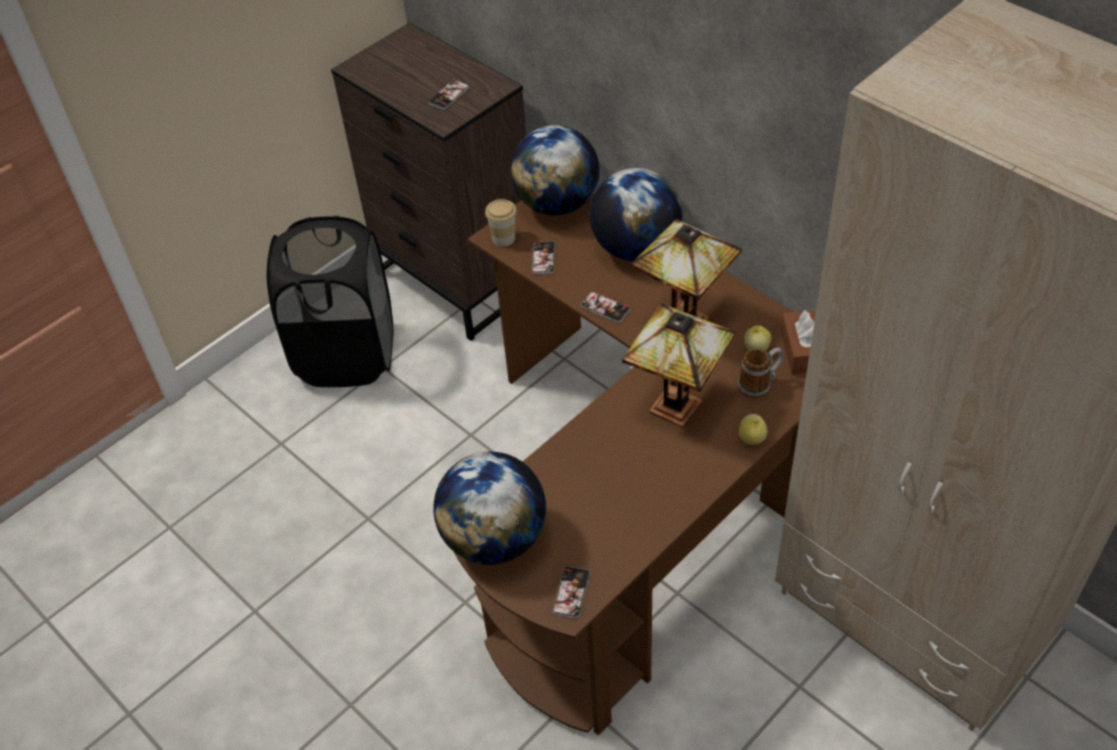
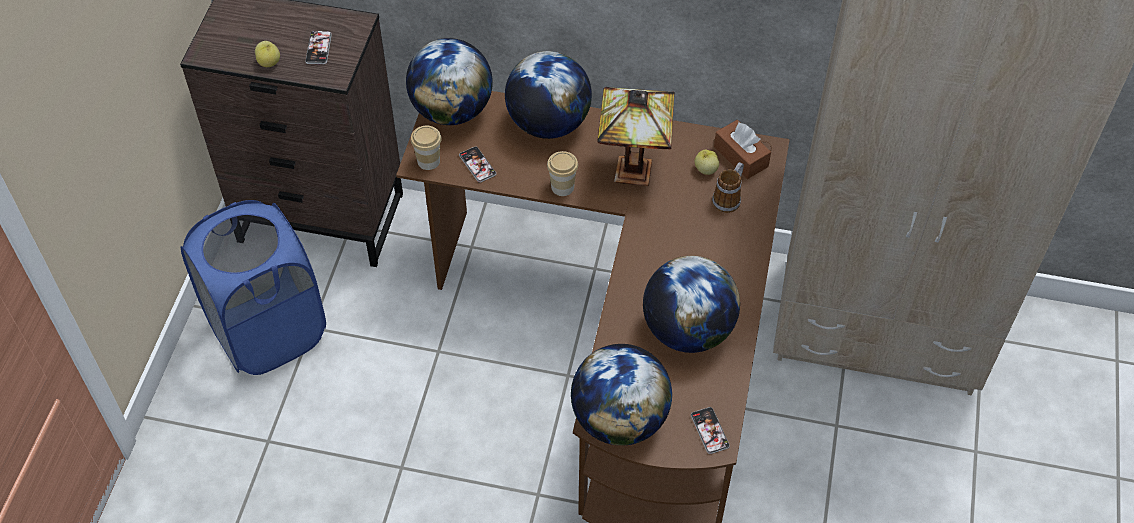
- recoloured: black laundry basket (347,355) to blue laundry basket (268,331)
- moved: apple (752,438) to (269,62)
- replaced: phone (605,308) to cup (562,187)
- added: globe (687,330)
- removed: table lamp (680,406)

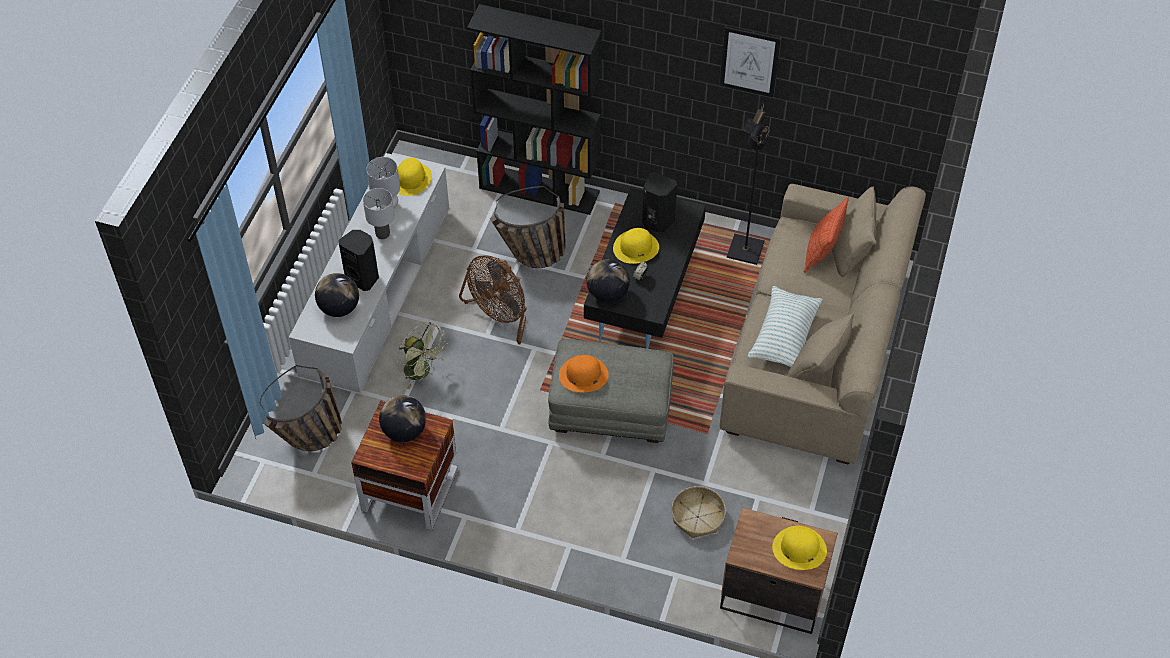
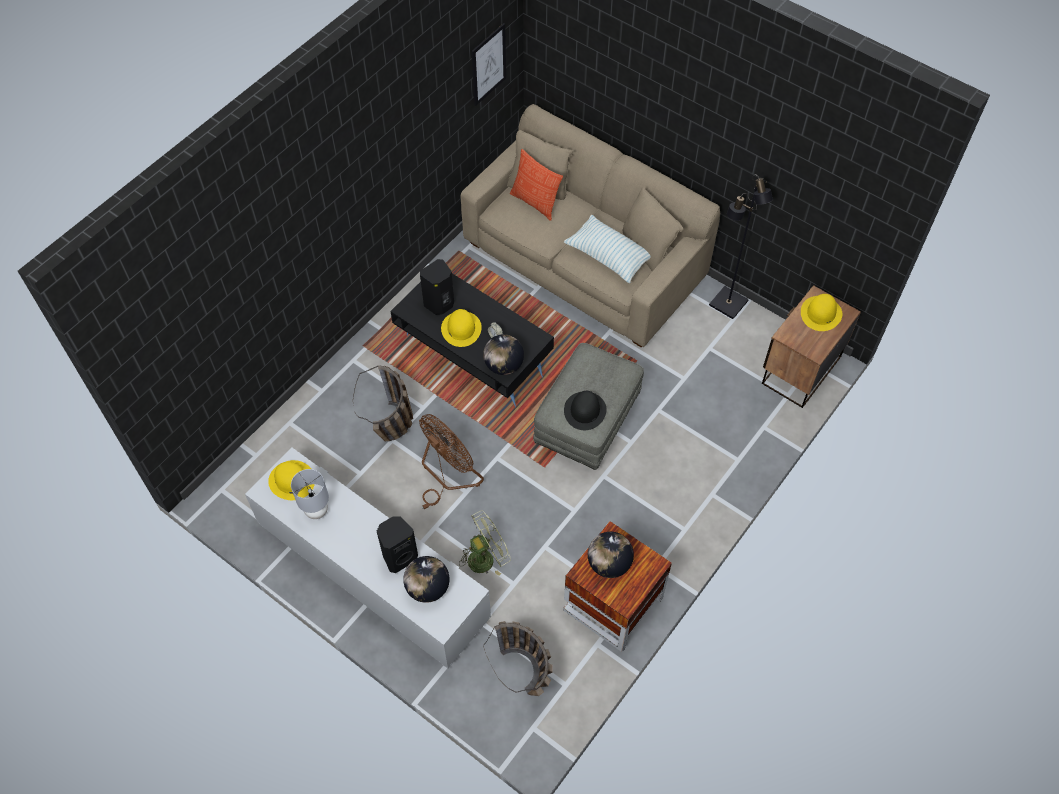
- turned: brown fan (501,312) = (444,472) 105 degrees counterclockwise
- moved: picture (749,61) to (488,64)
- recoloured: orange hat (583,375) to black hat (585,410)
- moved: black floor lamp (745,250) to (728,303)
- removed: white table lamp (383,234)
- removed: black bookcase (540,189)
- removed: basket (697,516)

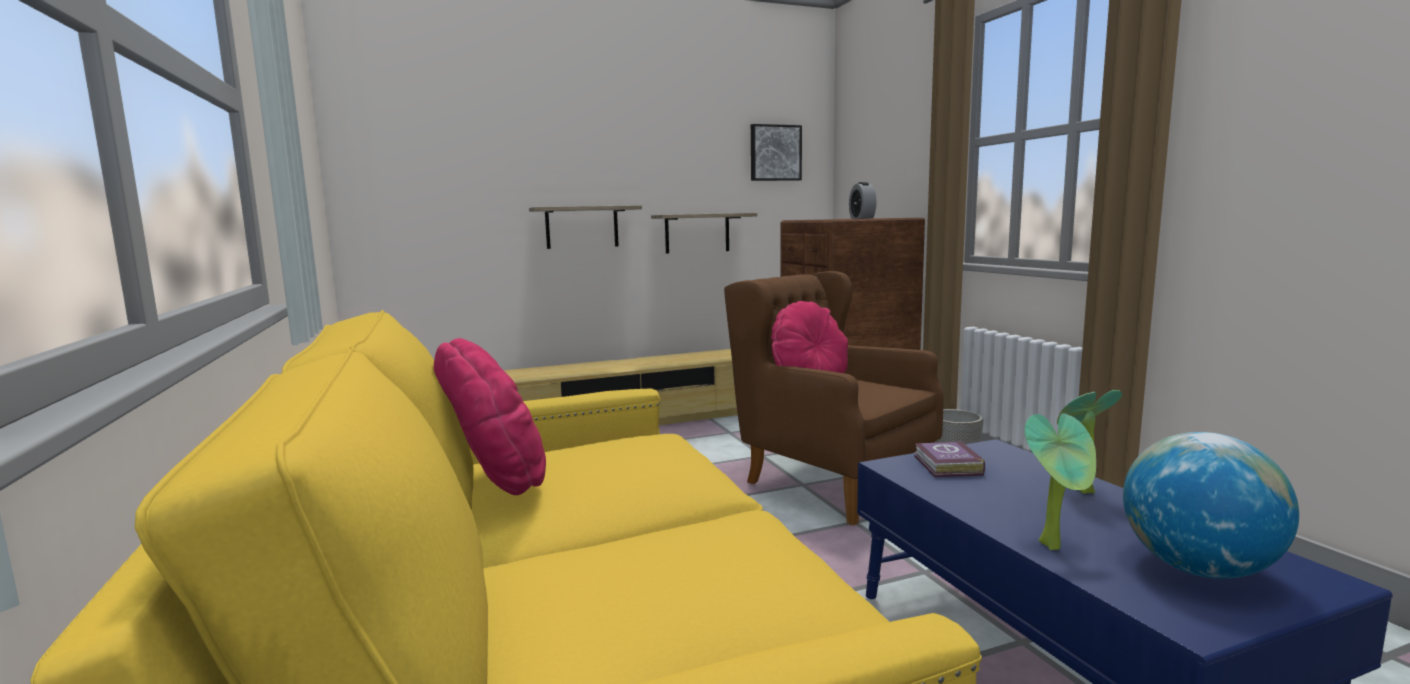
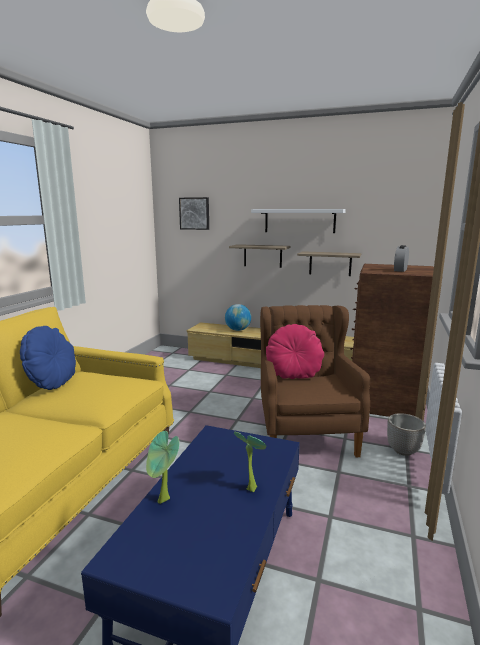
- recoloured: pink pillow (494,488) to blue pillow (52,384)
- moved: picture (775,153) to (194,213)
- moved: globe (1197,569) to (238,330)
- added: white shelf (299,221)
- removed: book (947,466)

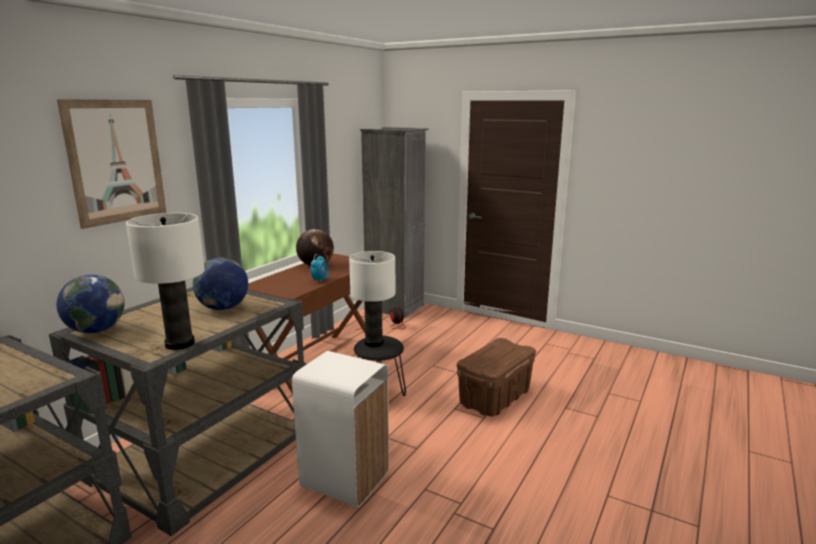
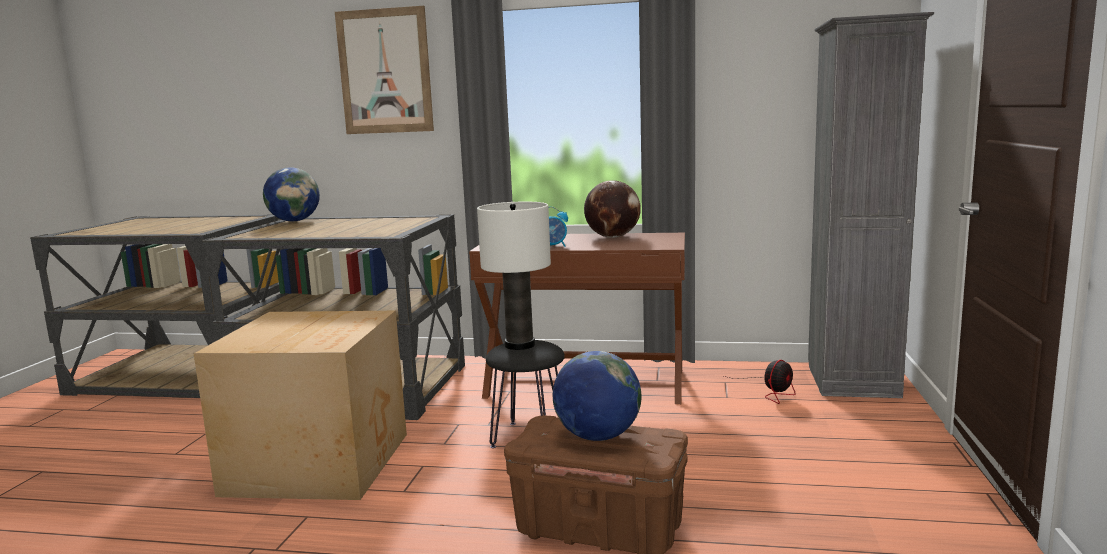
- replaced: white trash can (345,479) to cardboard box (321,462)
- moved: globe (223,308) to (597,436)
- removed: white table lamp (179,344)

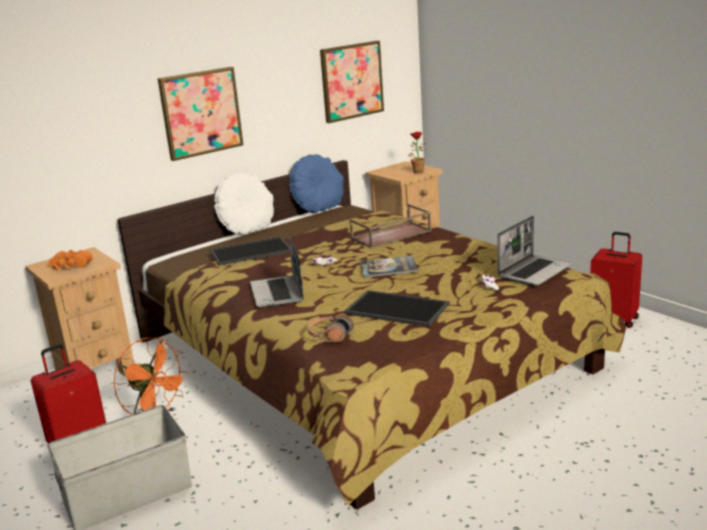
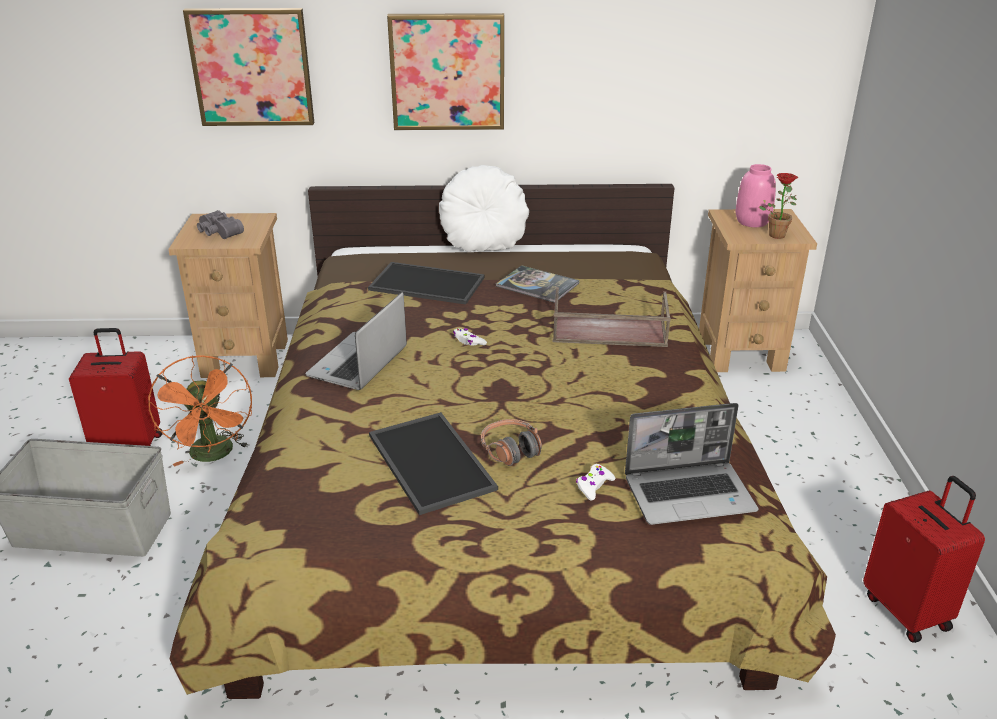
- moved: picture (351,81) to (251,67)
- recoloured: orange binoculars (70,266) to grey binoculars (218,232)
- moved: headphones (330,335) to (511,450)
- moved: book (388,268) to (537,285)
- added: pink vase (752,222)
- removed: blue pillow (319,209)

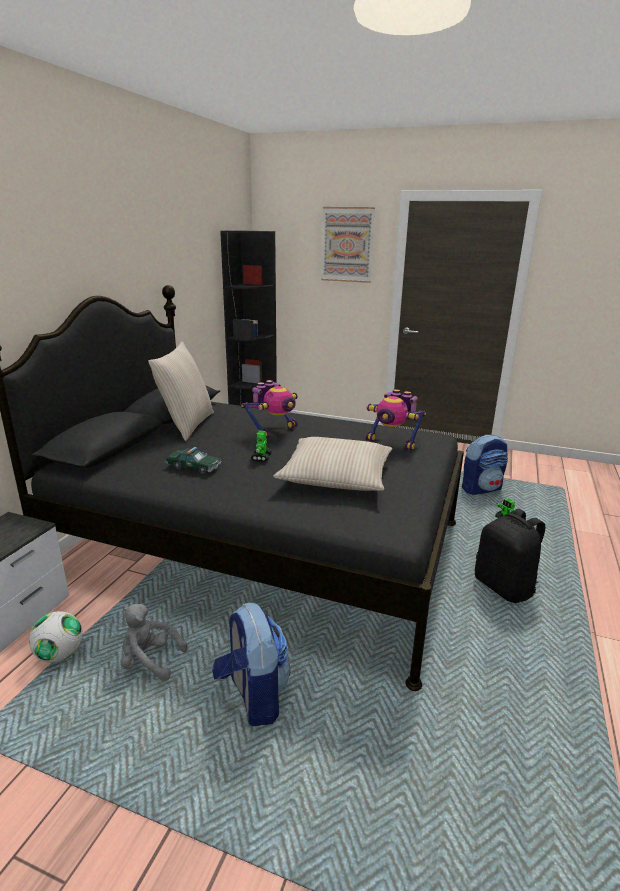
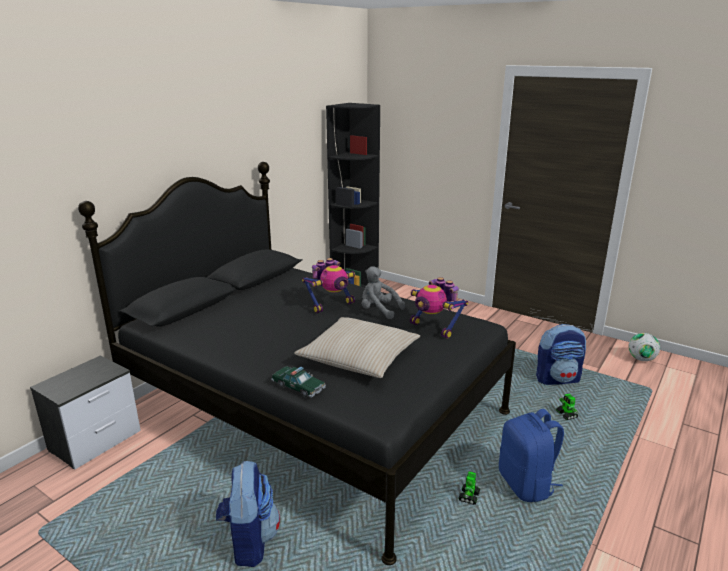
- moved: toy car (194,467) to (298,387)
- moved: grey plush toy (150,661) to (378,311)
- moved: toy robot (261,458) to (469,497)
- recoloured: black backpack (504,587) to blue backpack (526,484)
- moved: football (60,655) to (641,359)
- removed: beige pillow (186,425)
- removed: picture (347,245)

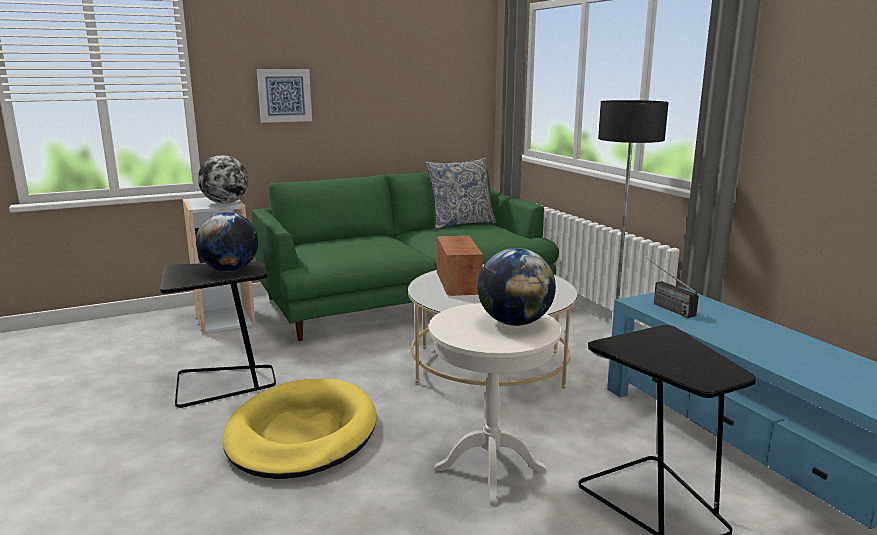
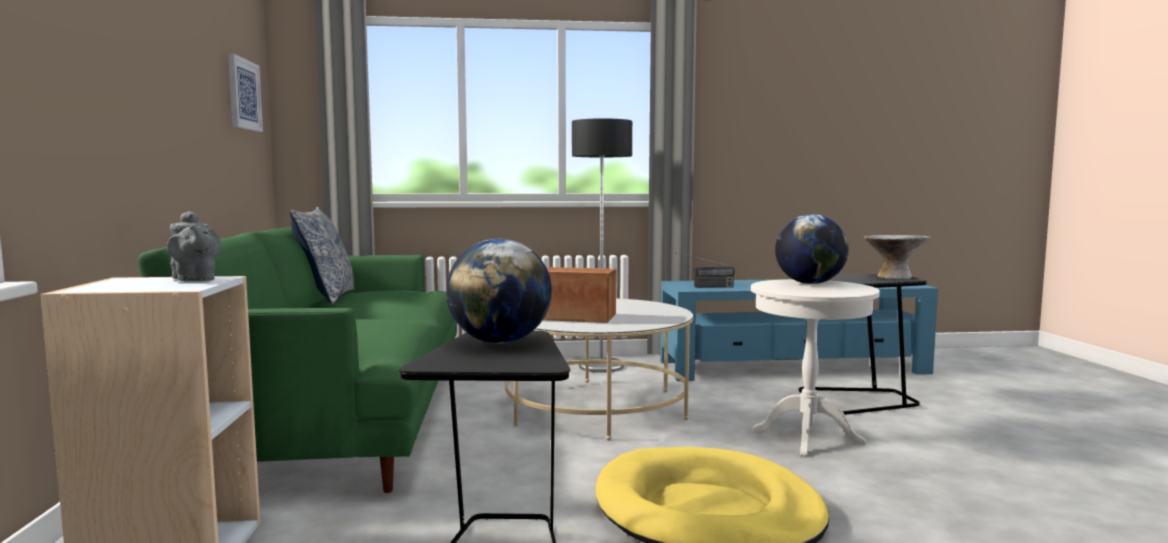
- replaced: globe (225,203) to grey teapot (194,280)
- moved: picture (284,95) to (243,94)
- added: grey bowl (894,277)

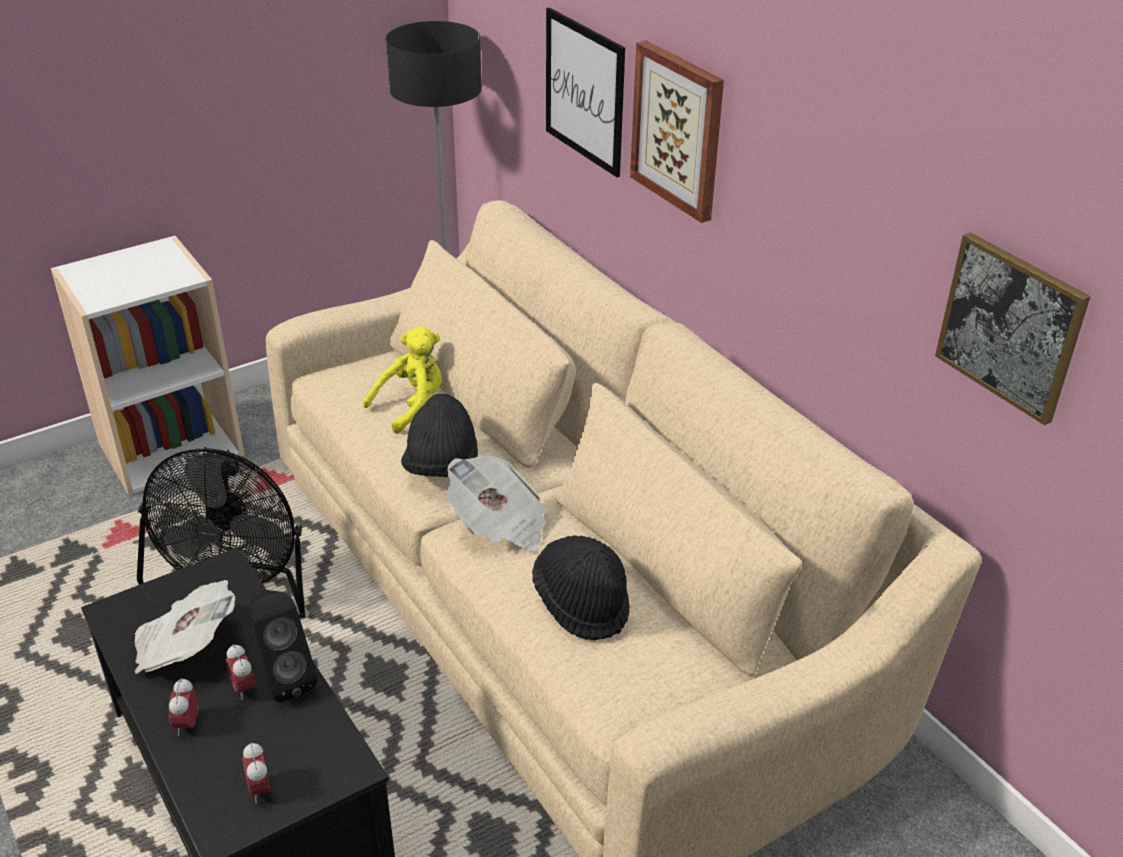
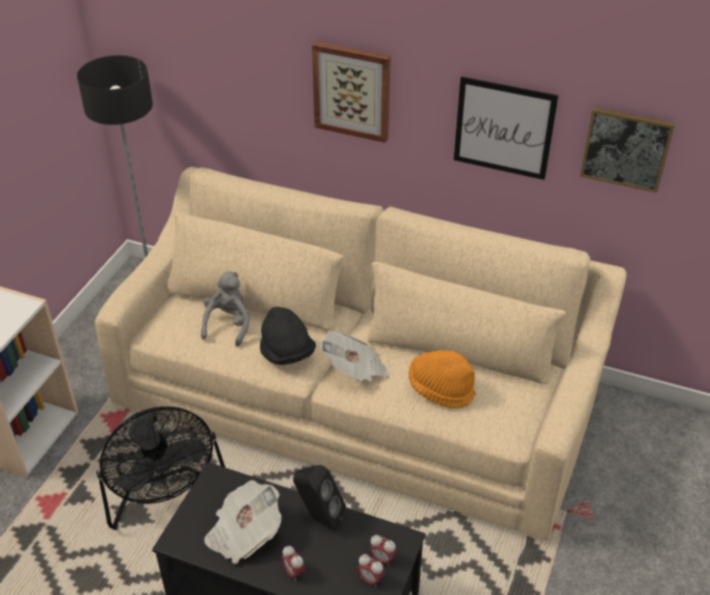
- recoloured: yellow plush toy (411,406) to grey plush toy (228,325)
- moved: alarm clock (244,688) to (382,559)
- recoloured: black hat (582,603) to orange hat (440,389)
- moved: picture (584,91) to (504,128)

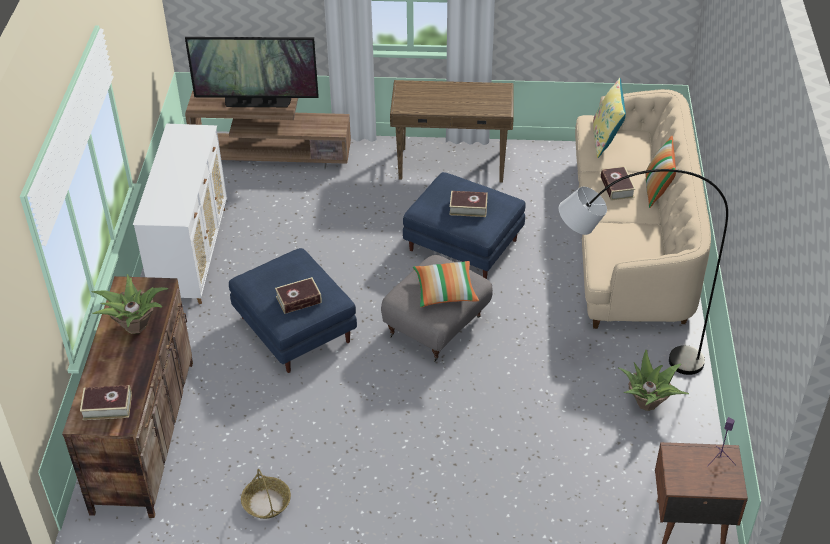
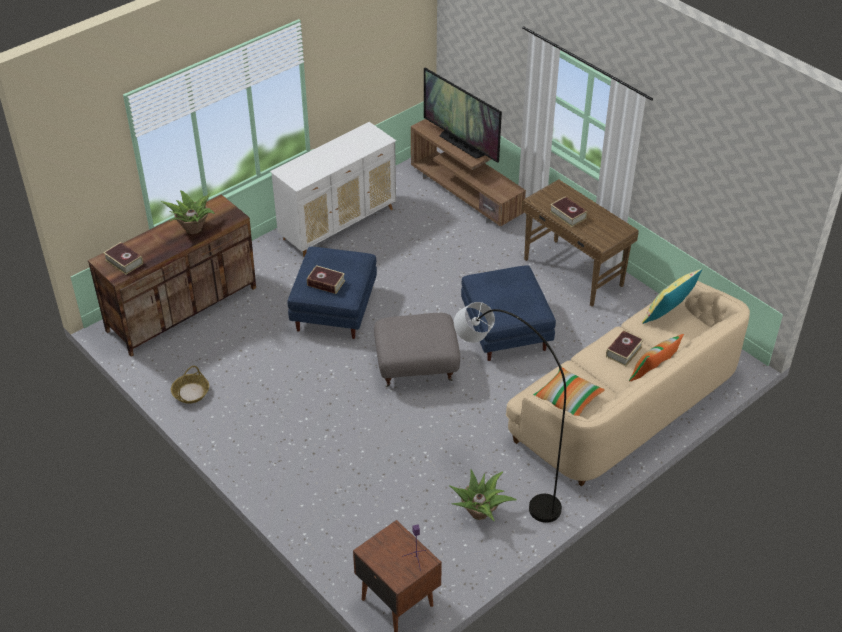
- moved: pillow (445,291) to (567,399)
- moved: book (468,208) to (568,215)

